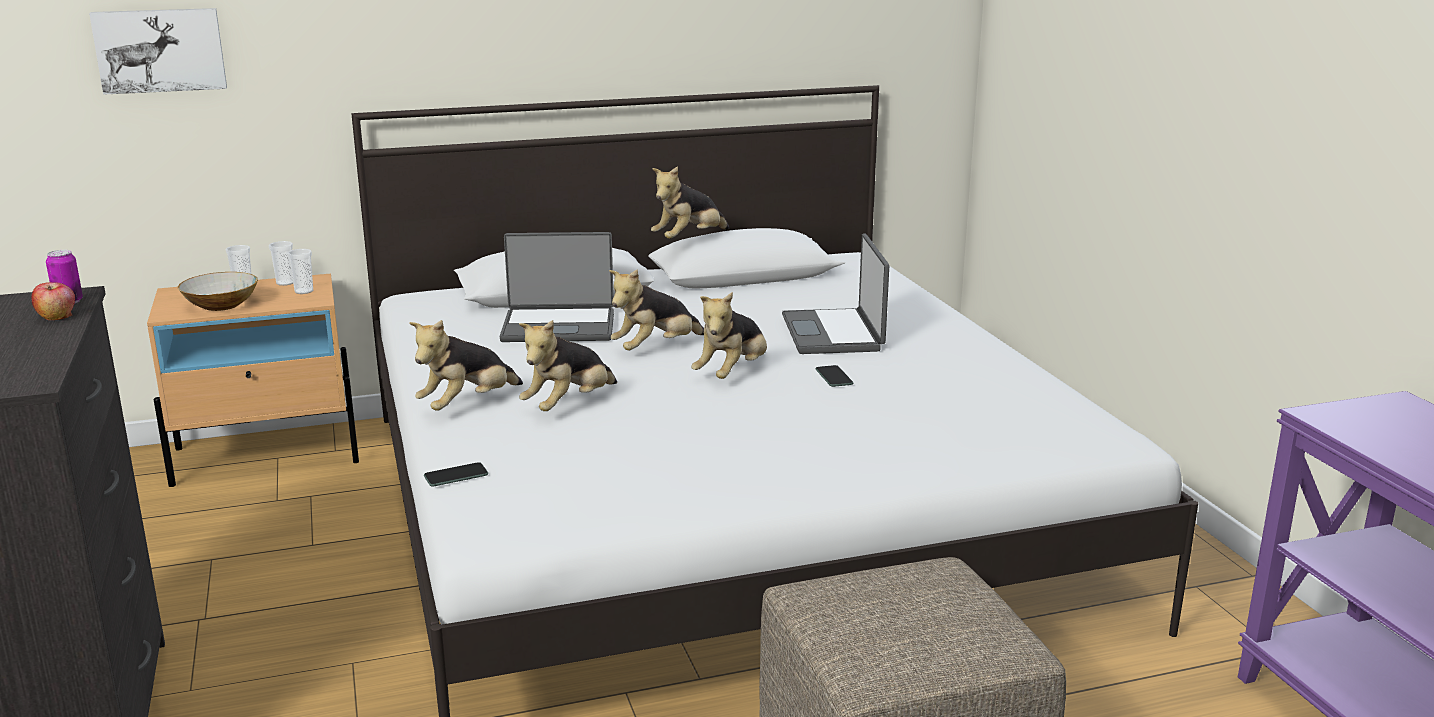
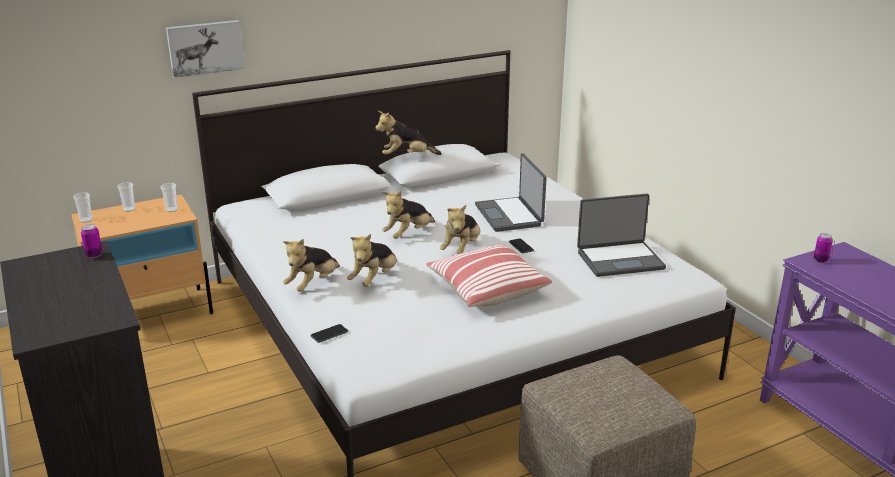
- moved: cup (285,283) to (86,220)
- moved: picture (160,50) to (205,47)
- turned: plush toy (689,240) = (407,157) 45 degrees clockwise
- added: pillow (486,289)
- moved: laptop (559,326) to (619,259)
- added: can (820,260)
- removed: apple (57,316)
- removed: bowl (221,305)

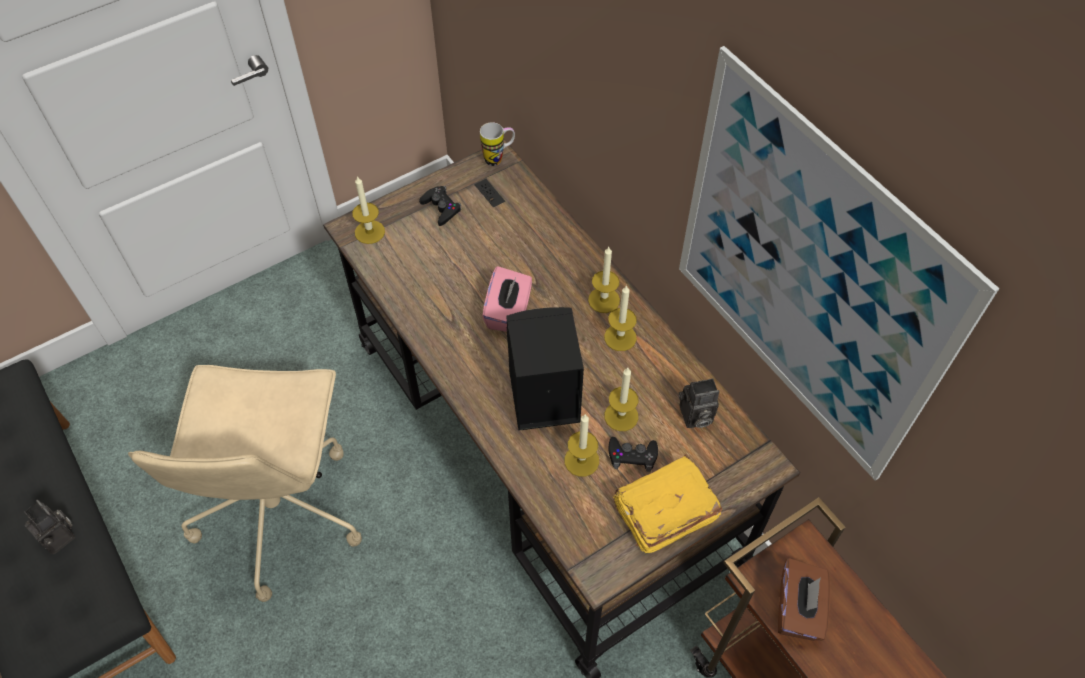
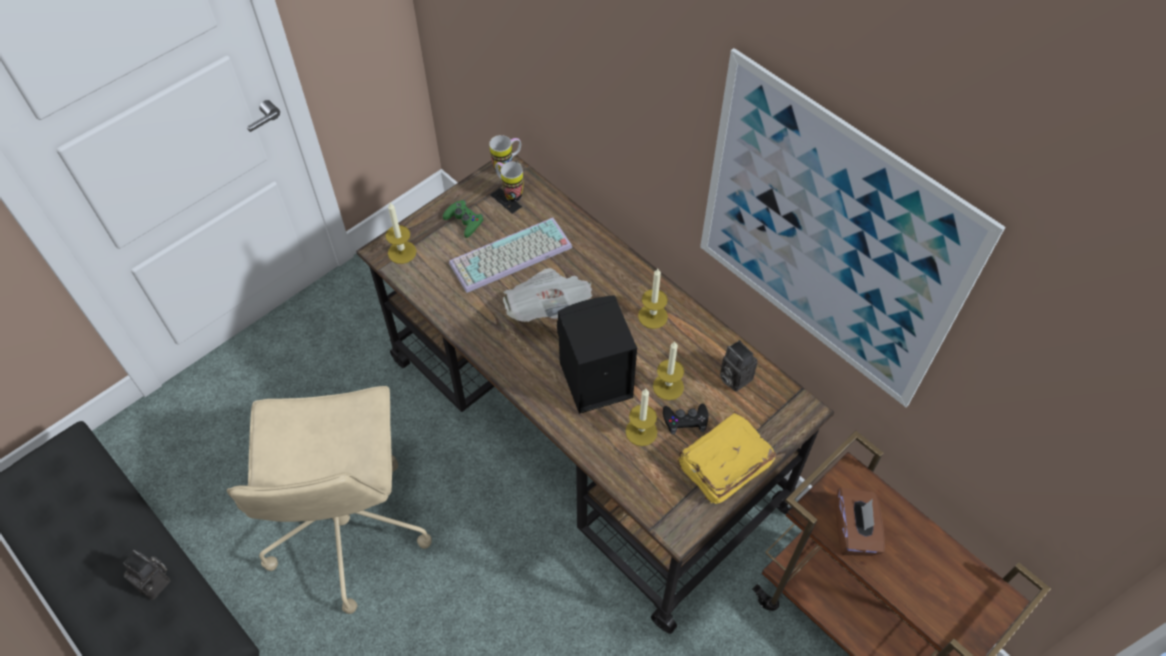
- recoloured: black game controller (441,208) to green game controller (464,221)
- added: keyboard (510,257)
- added: mug (509,193)
- replaced: pink tissue box (508,312) to newspaper (547,308)
- turned: photo camera (694,417) = (733,377) 75 degrees clockwise
- removed: candle (604,300)

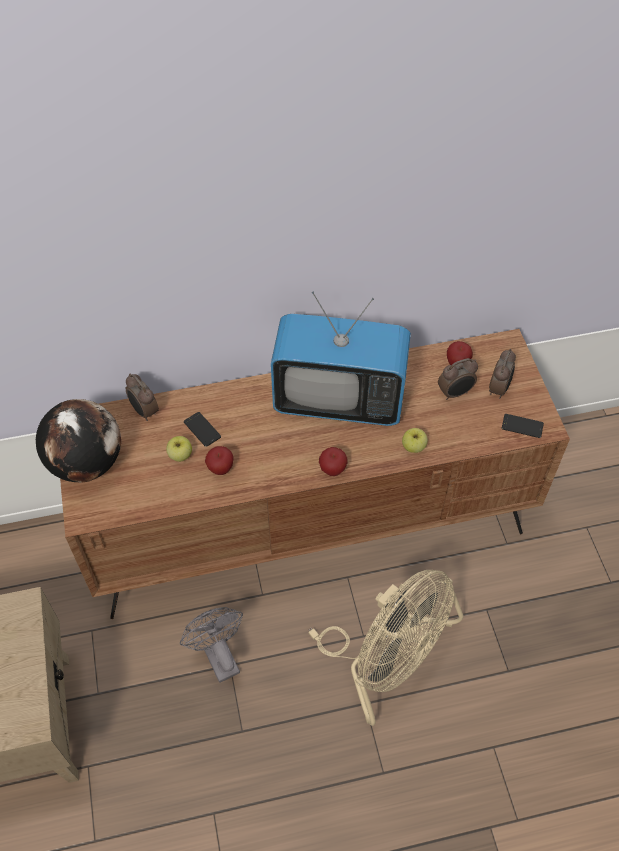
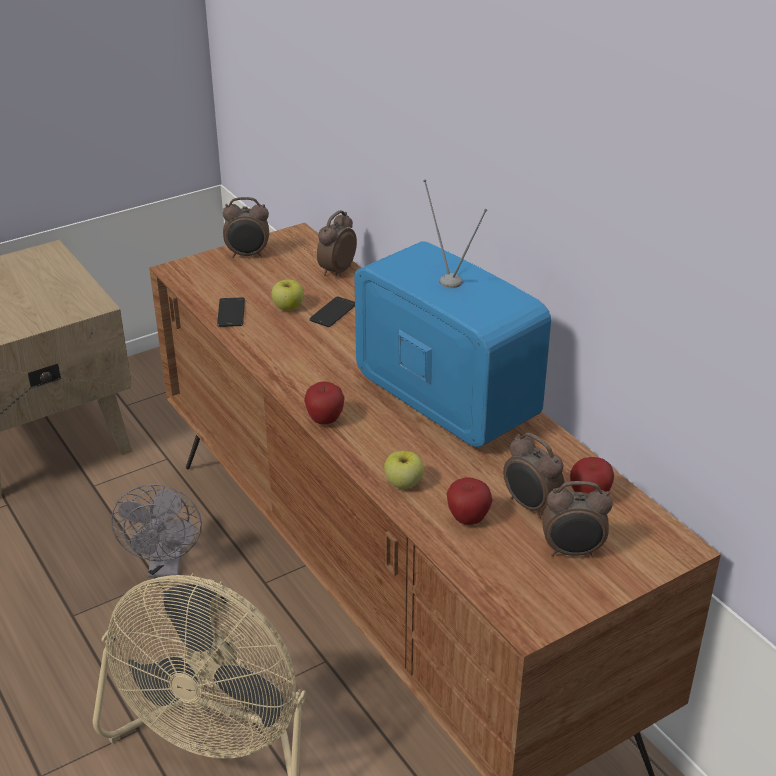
- turned: grey fan (218,656) = (166,567) 135 degrees clockwise
- moved: phone (522,426) to (231,313)
- replaced: globe (86,462) to alarm clock (248,255)
- turned: television (339,399) = (445,401) 150 degrees clockwise
- moved: apple (220,469) to (468,519)

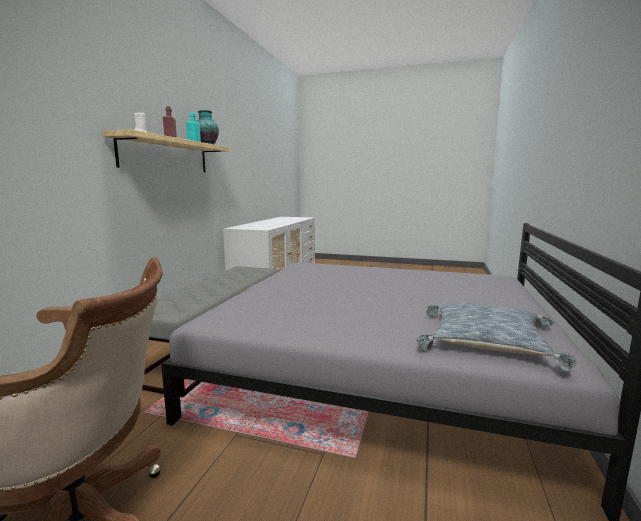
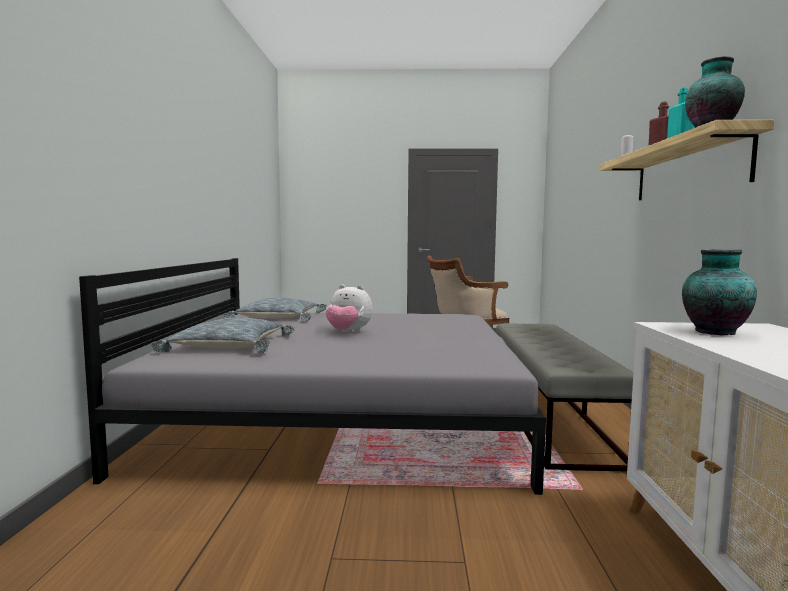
- added: pillow (229,344)
- added: plush toy (348,332)
- added: vase (714,332)

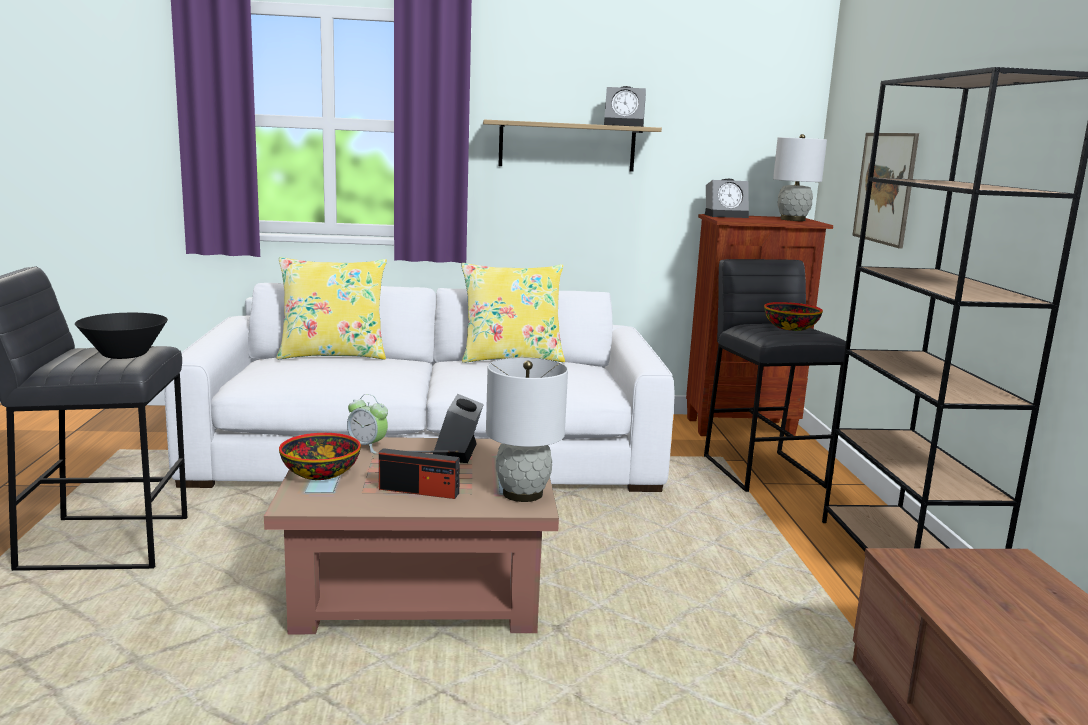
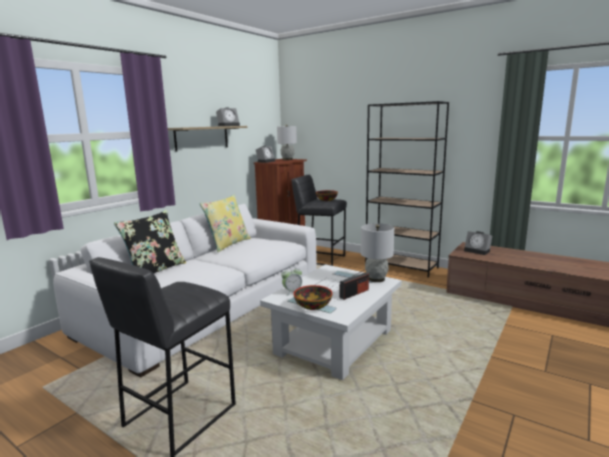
- recoloured: yellow pillow (333,355) to black pillow (155,270)
- recoloured: brown coffee table (420,589) to white coffee table (334,342)
- moved: alarm clock (457,452) to (478,251)
- removed: black bowl (124,355)
- removed: picture (885,188)

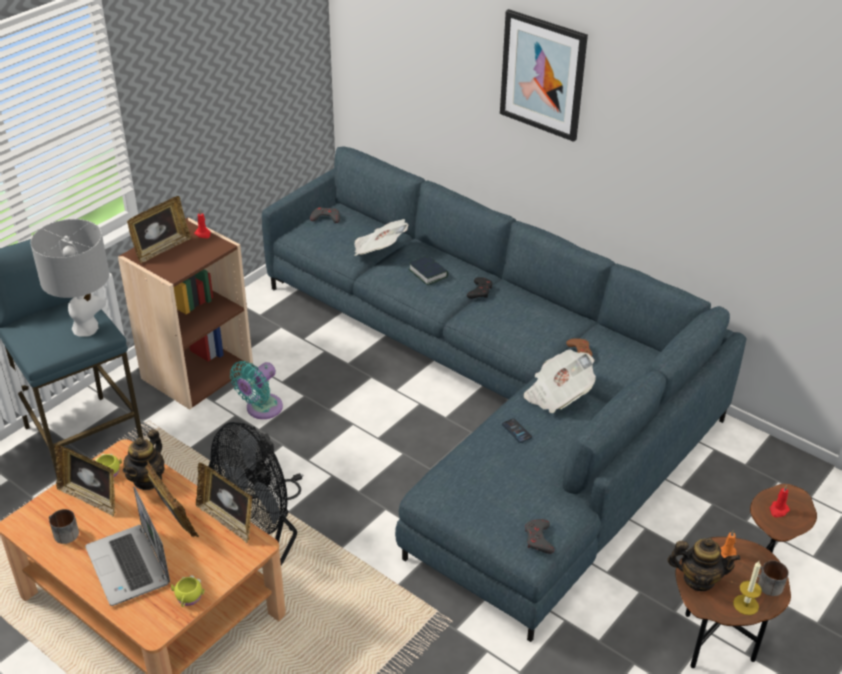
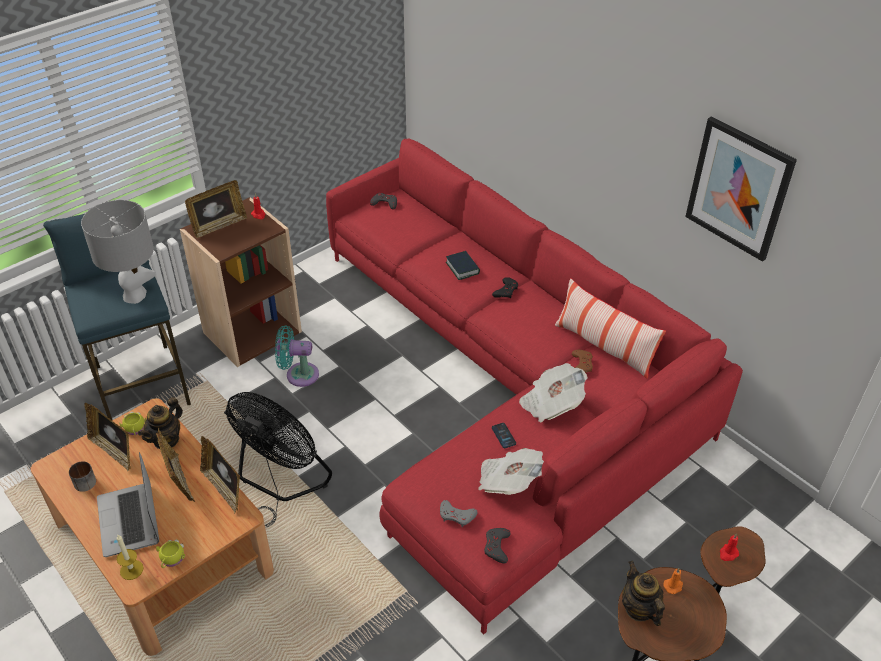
- moved: candle (746,604) to (131,570)
- turned: black fan (262,521) = (274,481) 150 degrees clockwise
- turned: turquoise fan (261,409) = (298,374) 45 degrees clockwise
- recoloured: blue sofa (493,398) to red sofa (507,390)
- added: grey game controller (457,516)
- moved: newspaper (379,250) to (508,481)
- added: pillow (604,347)
- turned: teapot (698,579) = (639,608) 135 degrees counterclockwise
- moved: picture (543,75) to (739,188)
- removed: mug (766,585)

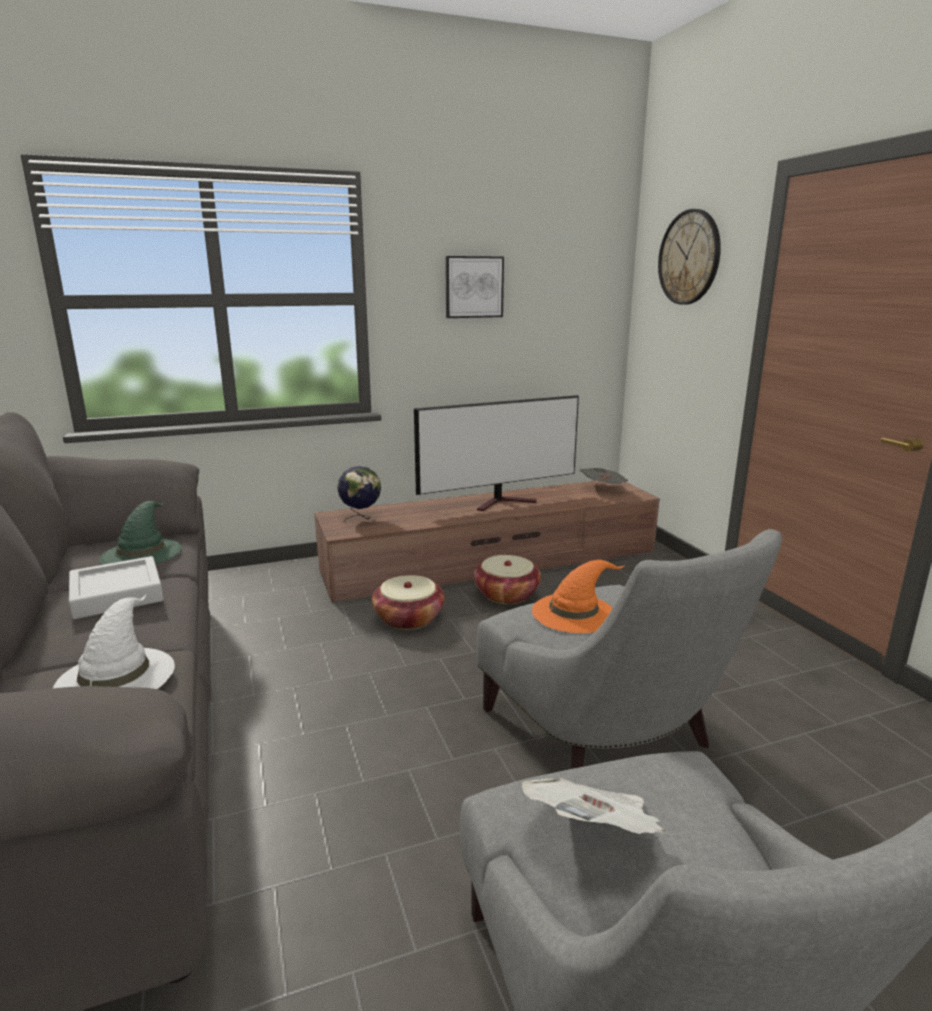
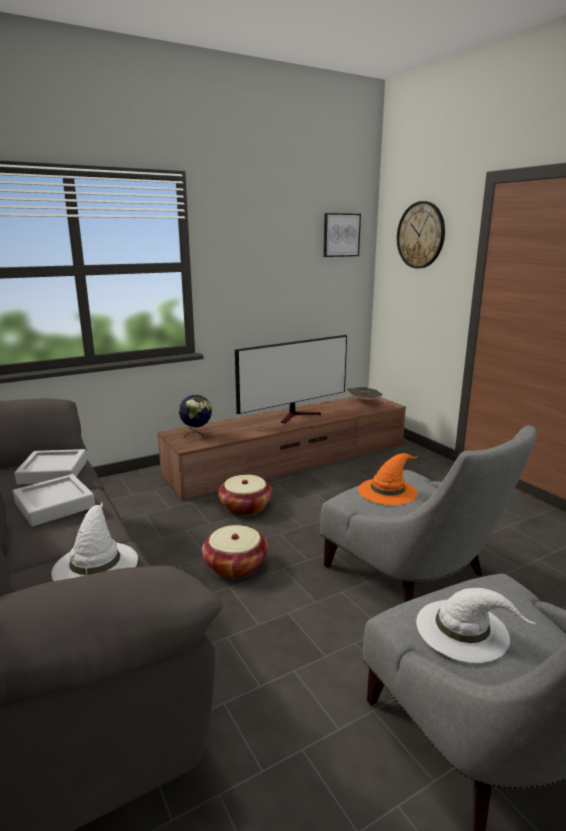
- replaced: green hat (141,552) to grey tray (53,472)
- moved: basket (506,594) to (235,565)
- moved: picture (474,287) to (341,235)
- replaced: newspaper (594,833) to white hat (463,629)

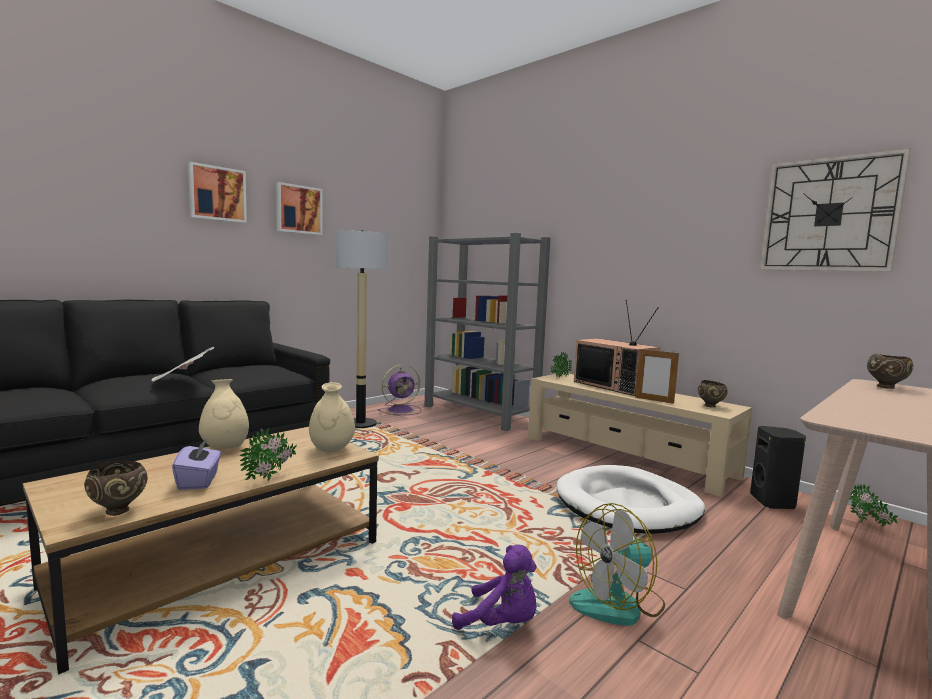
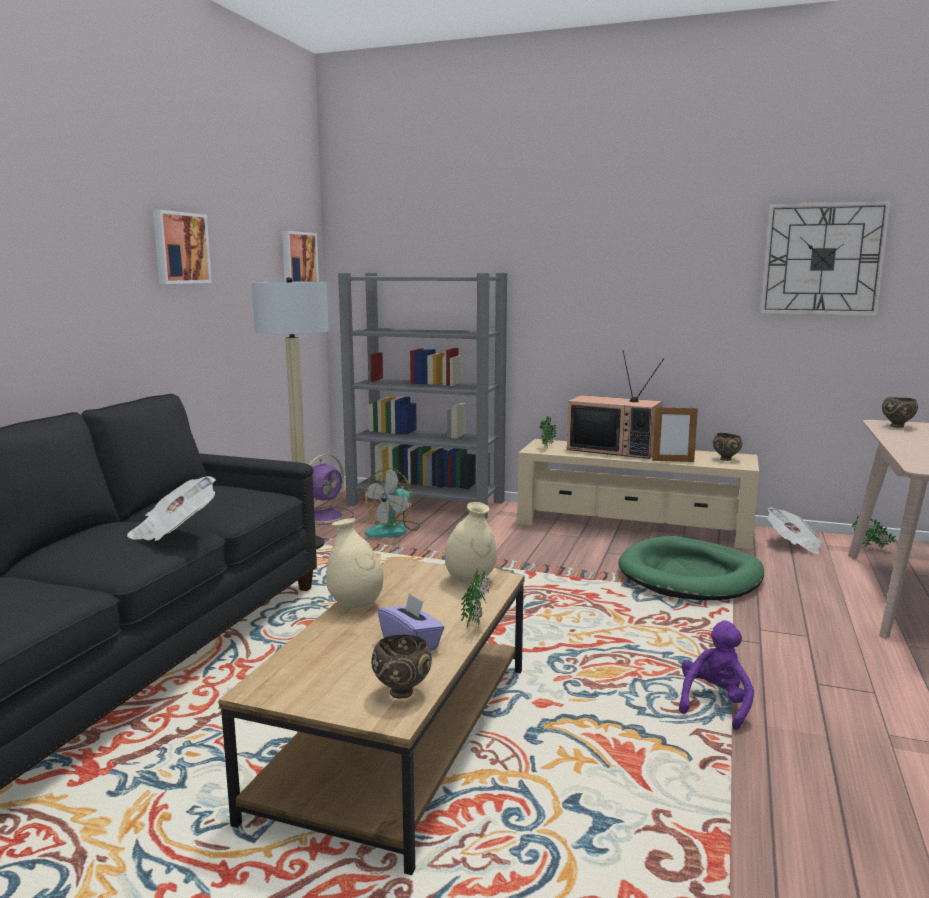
- moved: picture (217,194) to (298,260)
- moved: fan (618,604) to (393,530)
- recoloured: white dog bed (627,505) to green dog bed (690,575)
- turned: purple plush toy (501,623) = (715,704) 60 degrees counterclockwise
- replaced: black speaker (774,502) to newspaper (793,544)

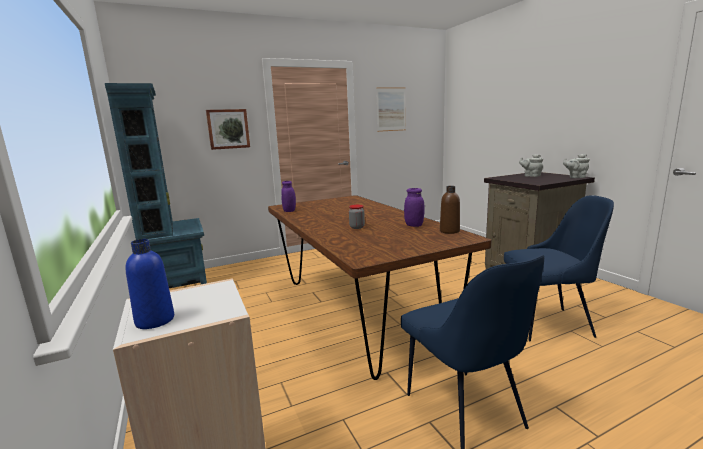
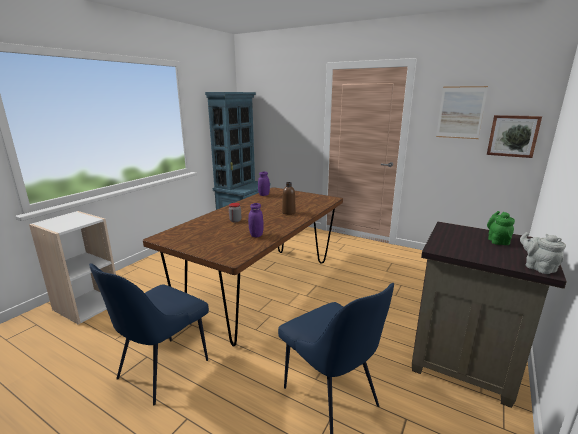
- moved: brown bottle (449,231) to (288,212)
- moved: picture (228,129) to (512,136)
- recoloured: grey teapot (531,176) to green teapot (497,241)
- removed: blue bottle (155,320)

